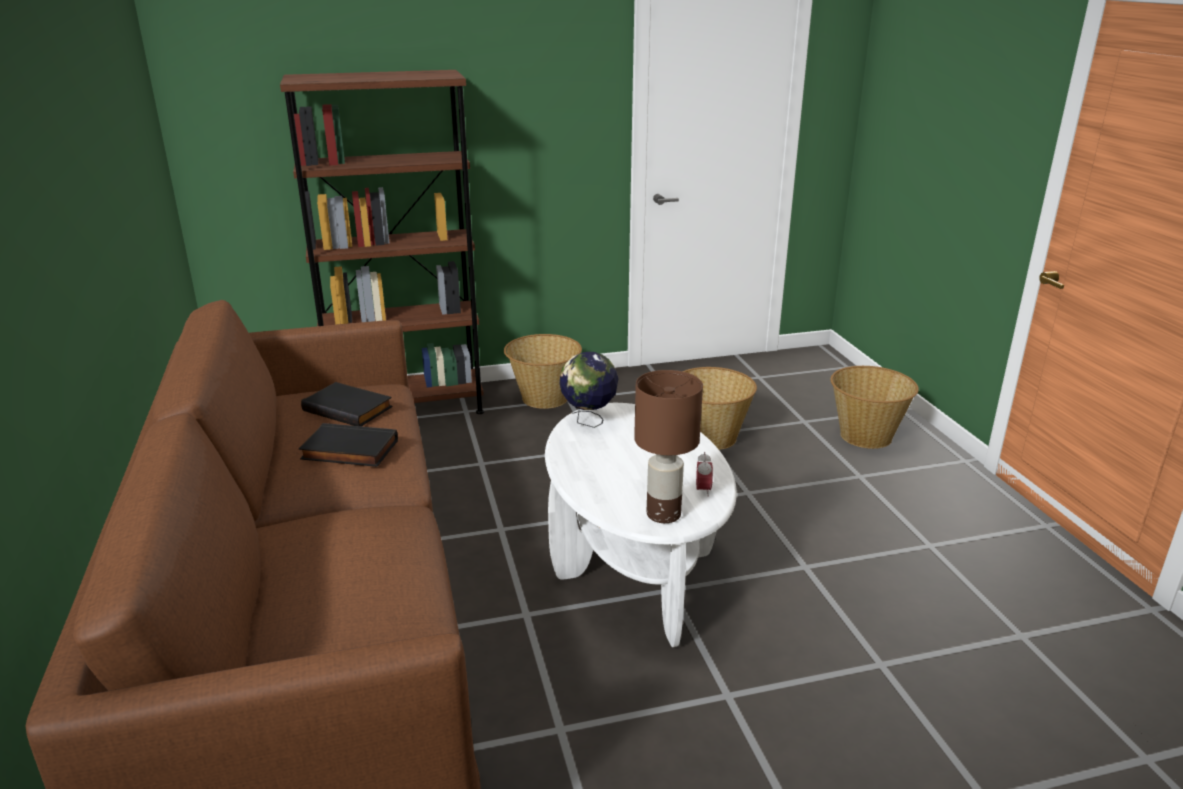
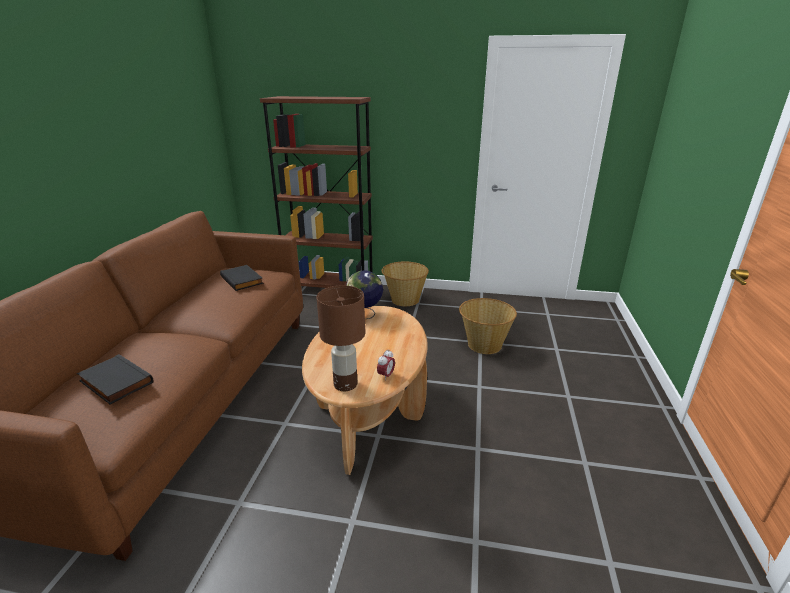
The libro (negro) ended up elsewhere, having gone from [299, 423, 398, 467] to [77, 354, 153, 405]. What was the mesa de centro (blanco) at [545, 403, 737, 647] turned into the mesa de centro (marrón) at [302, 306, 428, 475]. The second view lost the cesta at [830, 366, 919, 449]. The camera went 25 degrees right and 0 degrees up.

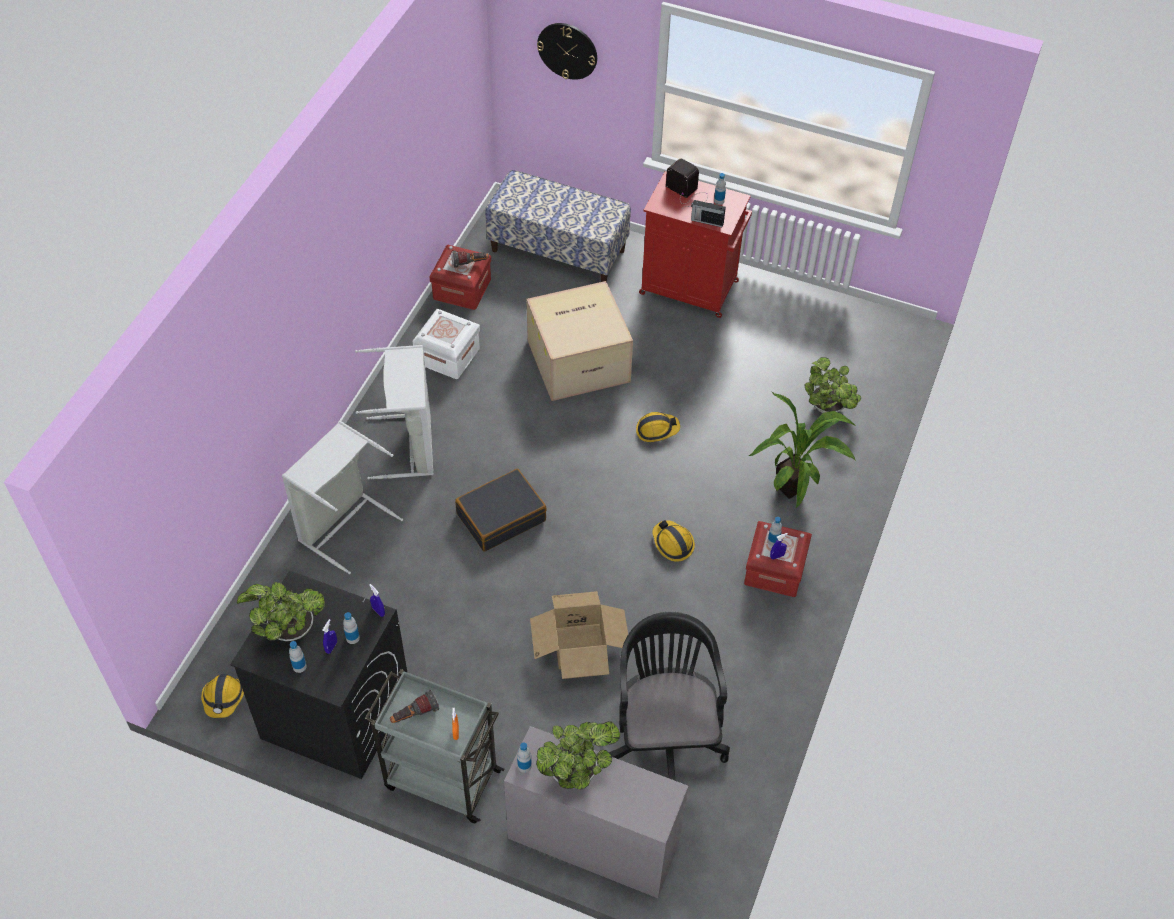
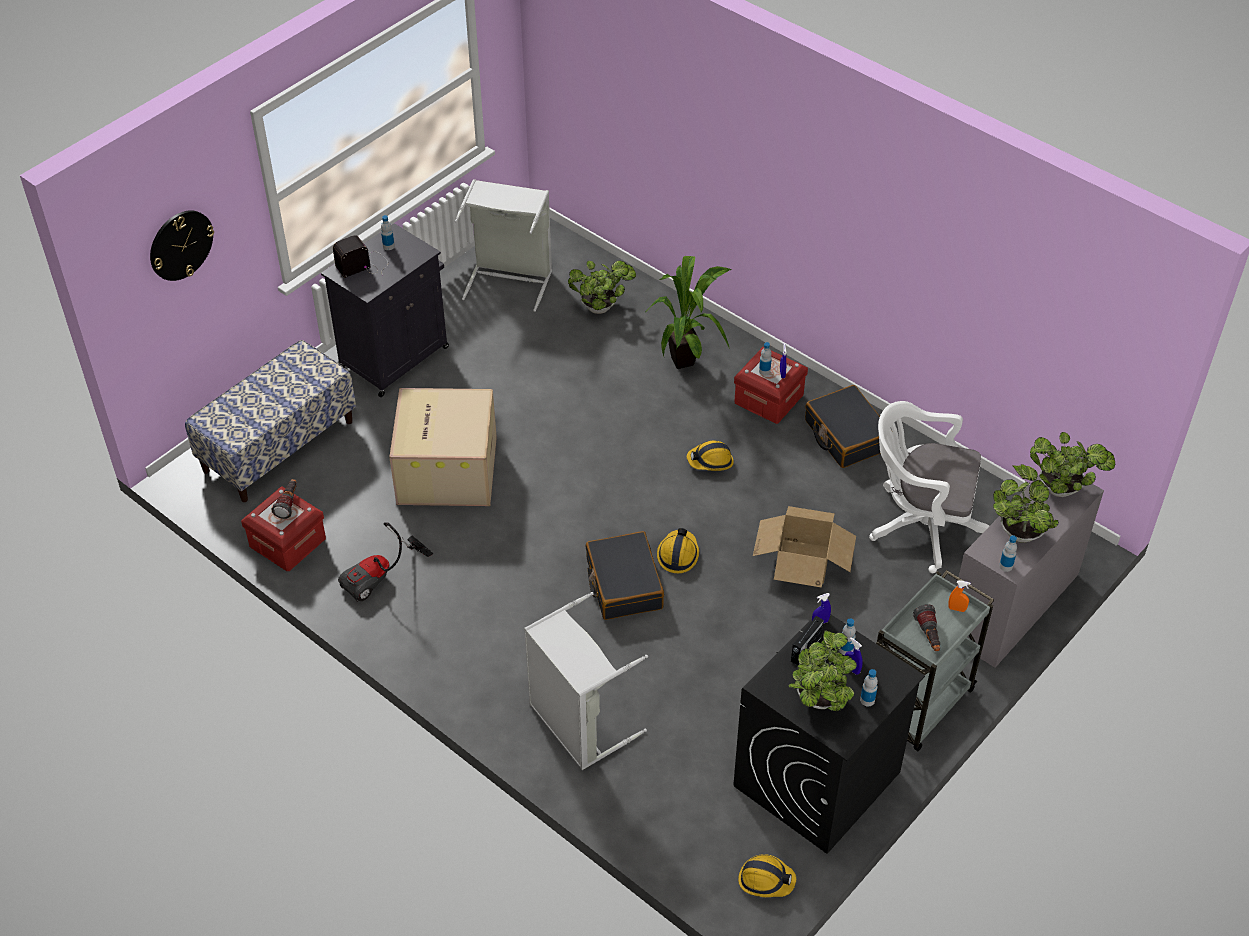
The cesto de la ropa (gris) ended up elsewhere, having gone from [355, 345, 433, 479] to [455, 179, 552, 312]. Where the caja de almacenaje (blanco) stood at [413, 309, 480, 379], the aspiradora came to stand at [338, 522, 433, 602]. What was the silla de oficina (negro) at [609, 612, 730, 780] turned into the silla de oficina (blanco) at [869, 401, 989, 573]. The casco ended up elsewhere, having gone from [636, 412, 680, 442] to [657, 528, 699, 573]. What was the armario (rojo) at [639, 171, 752, 318] turned into the armario (negro) at [321, 223, 449, 397]. The radio ended up elsewhere, having gone from [691, 200, 726, 227] to [791, 616, 824, 665]. The second view gained the maleta (negro) at [805, 385, 881, 468]. The second view gained the planta en maceta at [1030, 432, 1115, 497]. The camera went 70 degrees left and 5 degrees down.

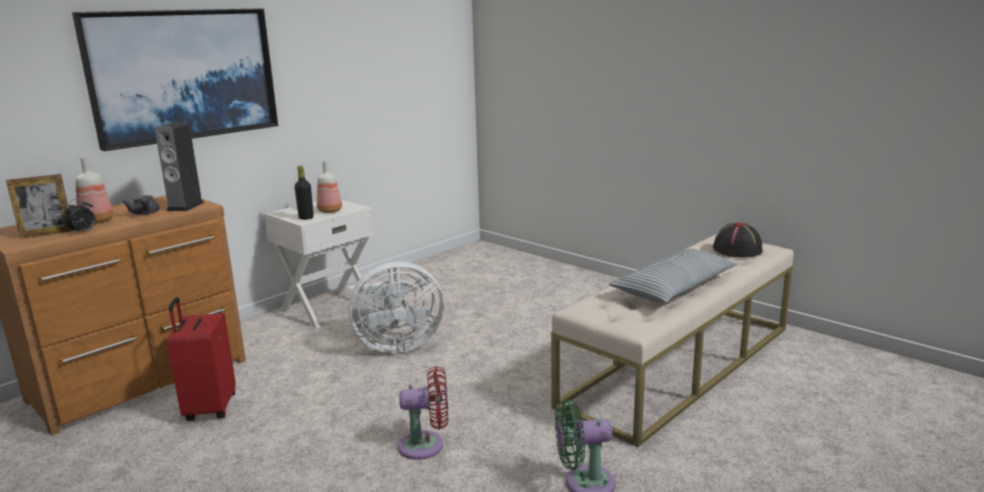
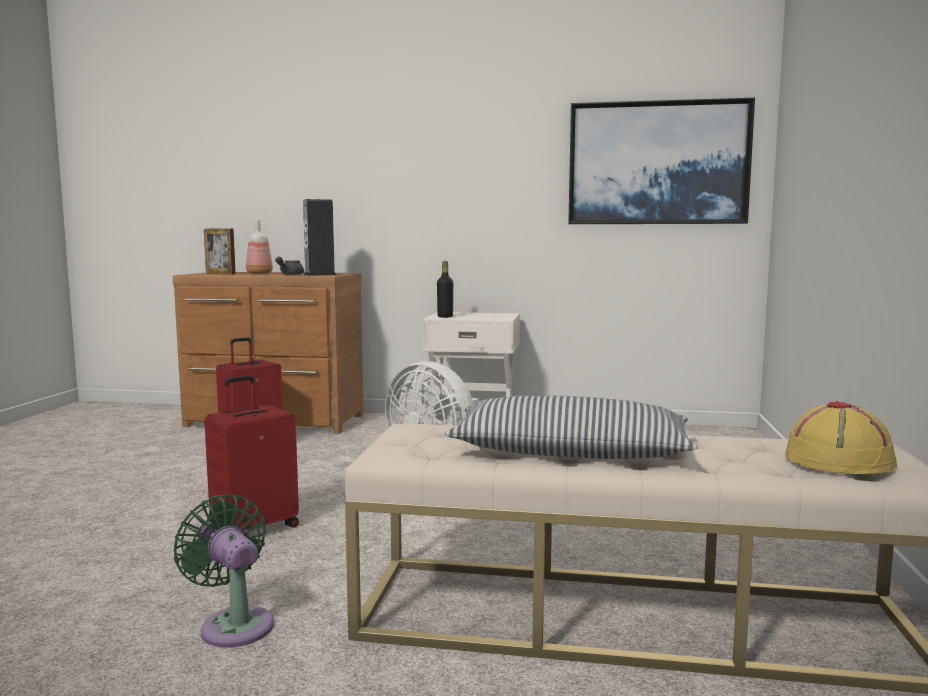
The second view lost the despertador at [64, 198, 96, 235]. The cuadro ended up elsewhere, having gone from [72, 8, 278, 151] to [568, 97, 755, 224]. The second view lost the botella at [317, 161, 342, 213]. Where the ventilador (rojo) stood at [398, 366, 448, 460], the maleta (rojo) came to stand at [204, 375, 299, 537]. What was the sombrero (negro) at [713, 222, 763, 258] turned into the sombrero (amarillo) at [785, 401, 897, 474]. The camera went 55 degrees right and 10 degrees down.

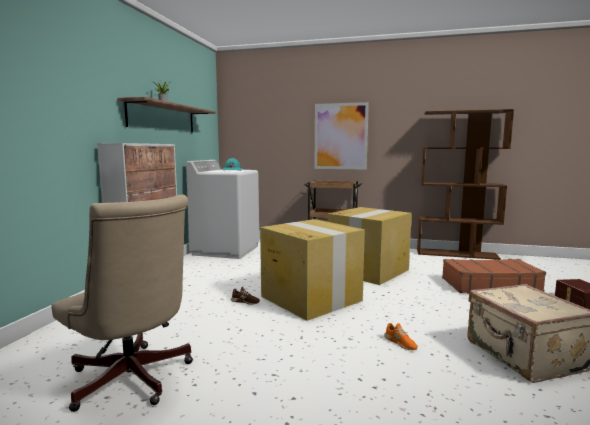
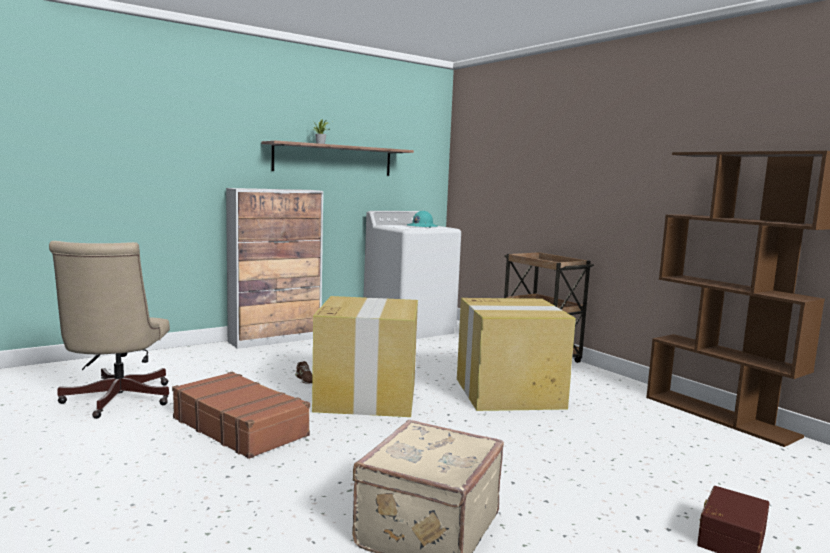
The second view lost the cuadro at [314, 102, 369, 170]. The second view lost the zapato (naranja) at [384, 323, 418, 350]. The maleta (marrón) ended up elsewhere, having gone from [442, 259, 546, 294] to [172, 372, 310, 459]. The camera went 40 degrees right and 0 degrees up.

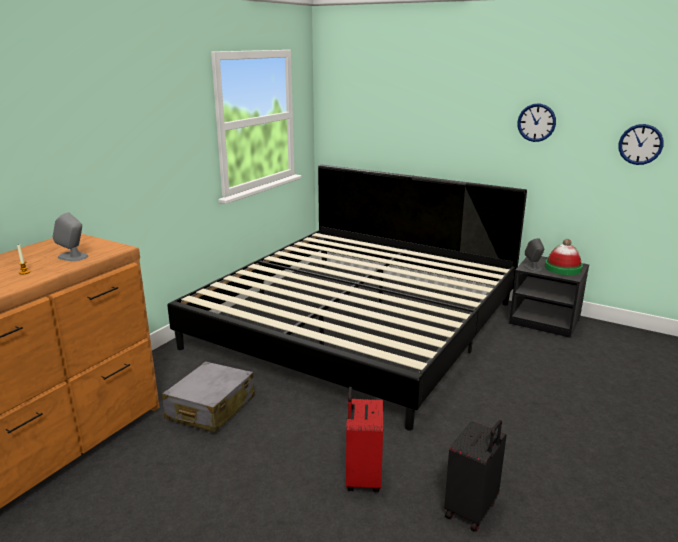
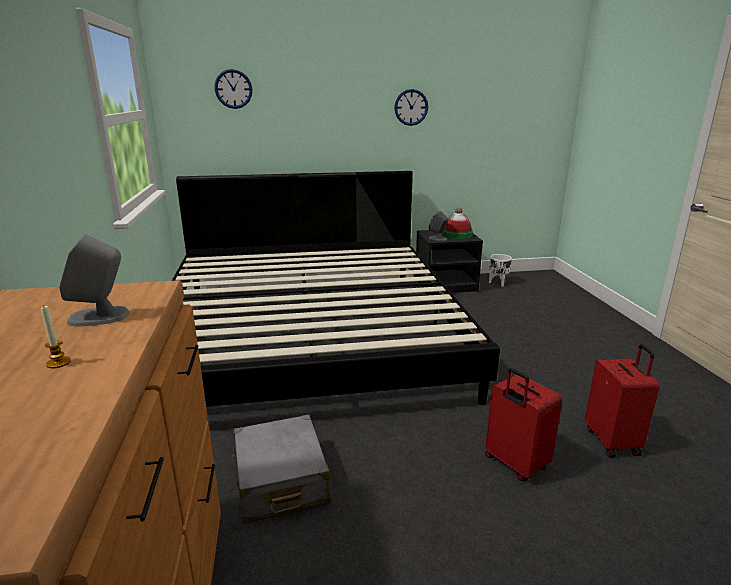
What was the maleta (negro) at [444, 420, 507, 532] turned into the maleta (rojo) at [585, 344, 659, 458]. The reloj de pared ended up elsewhere, having gone from [619, 124, 664, 165] to [215, 69, 252, 109]. The second view gained the maceta (blanco) at [489, 254, 512, 287]. The camera went 40 degrees left and 0 degrees up.

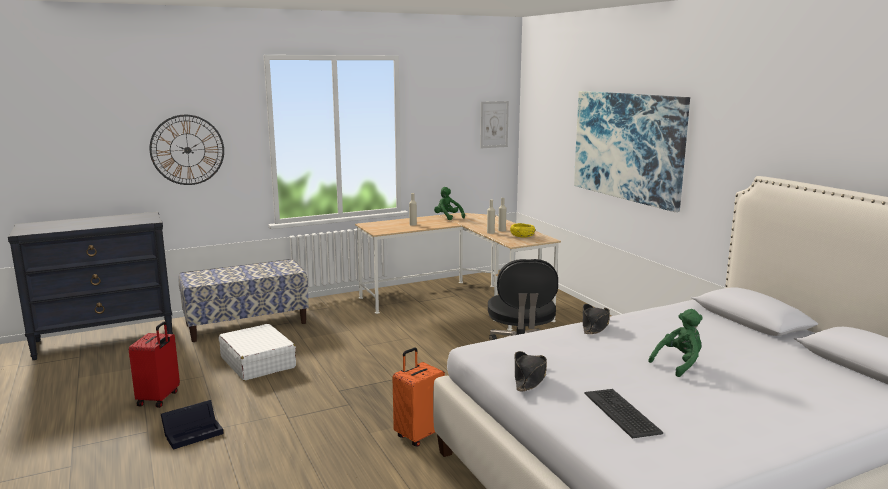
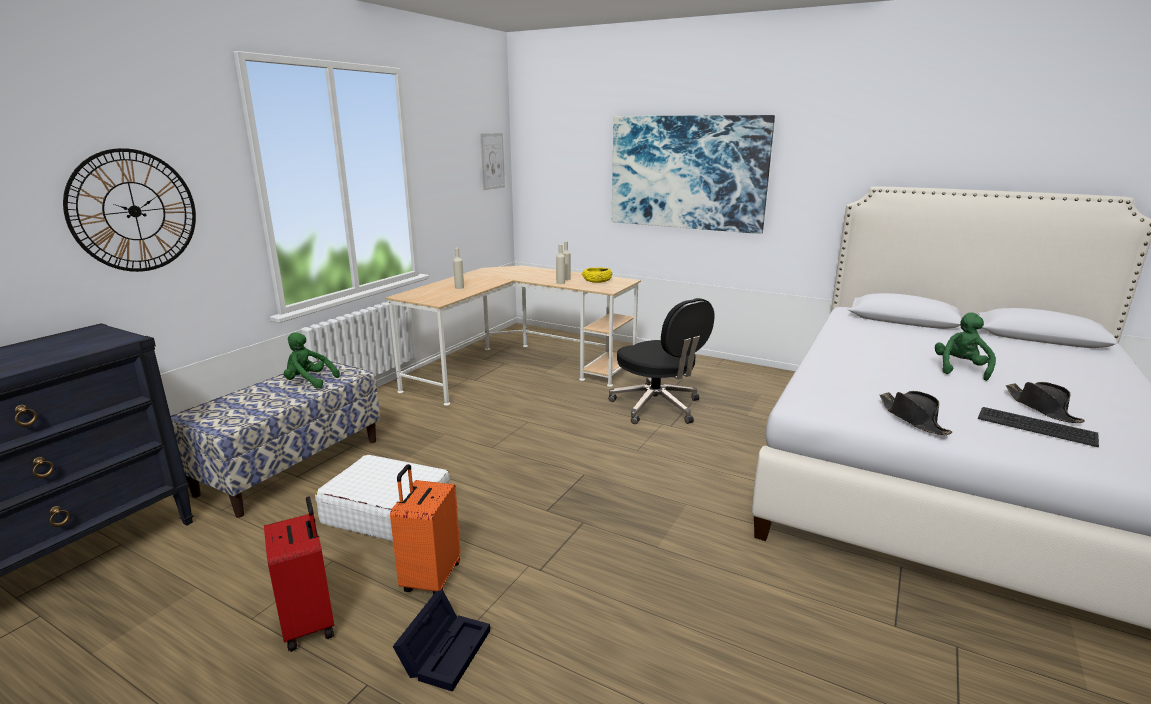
The maleta (naranja) ended up elsewhere, having gone from [392, 348, 445, 447] to [390, 464, 460, 595]. The peluche (verde) ended up elsewhere, having gone from [434, 187, 465, 220] to [284, 333, 340, 388]. The sombrero (negro) ended up elsewhere, having gone from [583, 304, 610, 334] to [1006, 382, 1085, 423]. The camera went 35 degrees left and 5 degrees up.

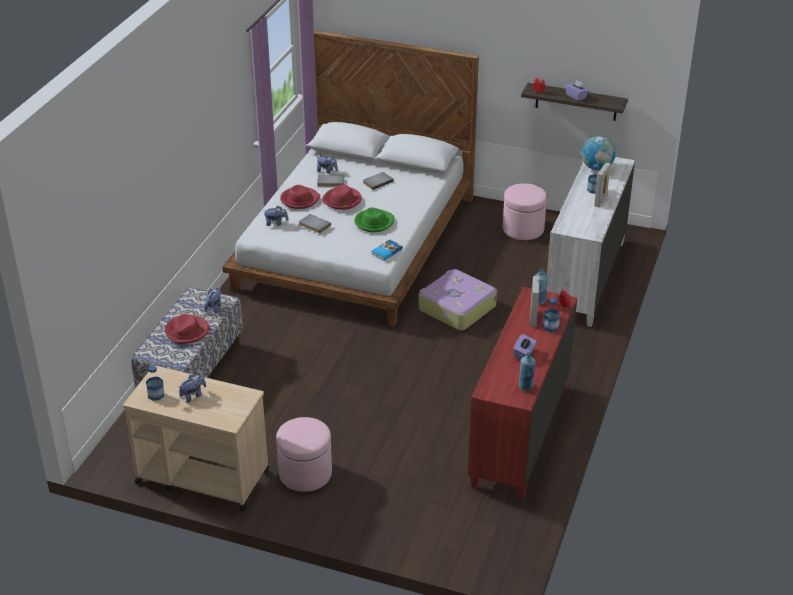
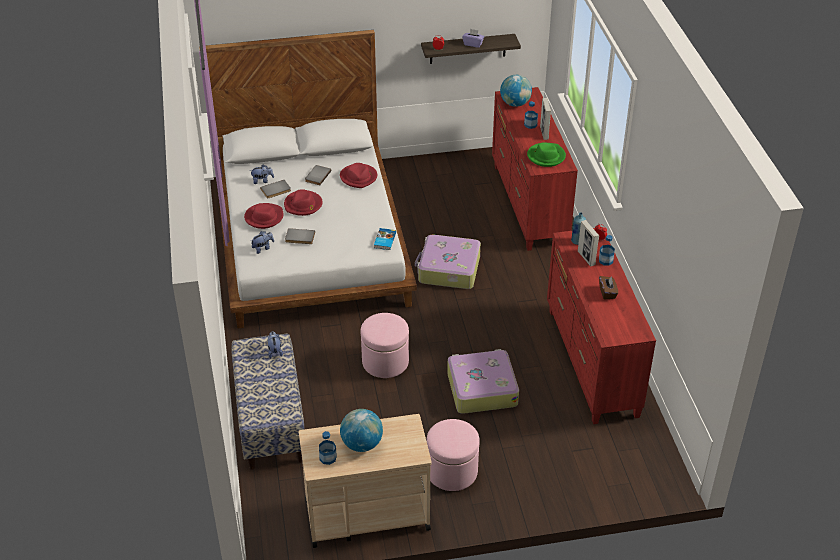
The sombrero (rojo) ended up elsewhere, having gone from [165, 314, 209, 344] to [340, 163, 377, 188]. Where the peluche stood at [179, 375, 206, 403], the globo terráqueo came to stand at [340, 409, 383, 452]. The sombrero (verde) ended up elsewhere, having gone from [354, 207, 394, 232] to [527, 142, 566, 167]. The puf (rosa) ended up elsewhere, having gone from [503, 183, 547, 240] to [361, 313, 409, 378]. What was the caja de pañuelos (morado) at [513, 334, 537, 360] turned into the caja de pañuelos (marrón) at [599, 275, 618, 299]. The second view lost the botella (azul) at [519, 352, 535, 391]. What was the cómoda (blanco) at [547, 157, 635, 327] turned into the cómoda (rojo) at [492, 87, 578, 251]. The second view gained the maleta at [447, 349, 519, 414]. The camera went 30 degrees left and 5 degrees up.

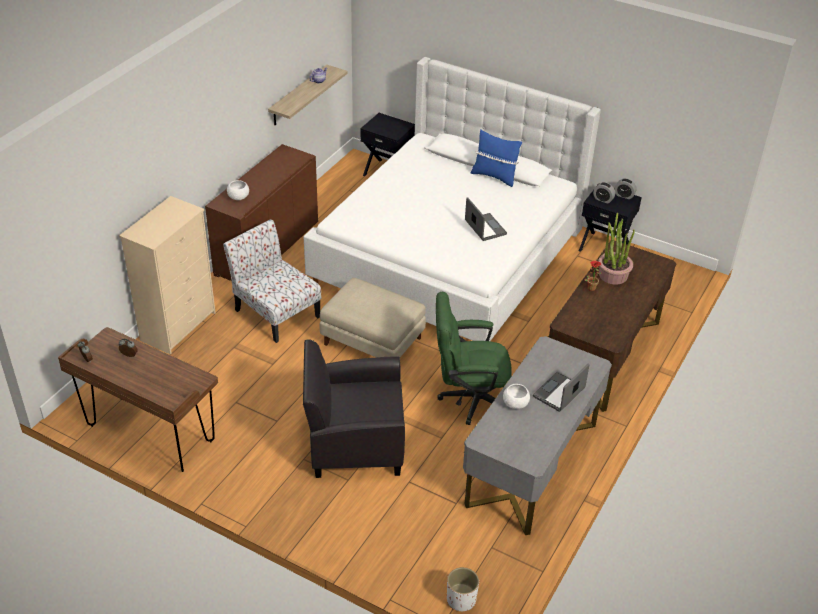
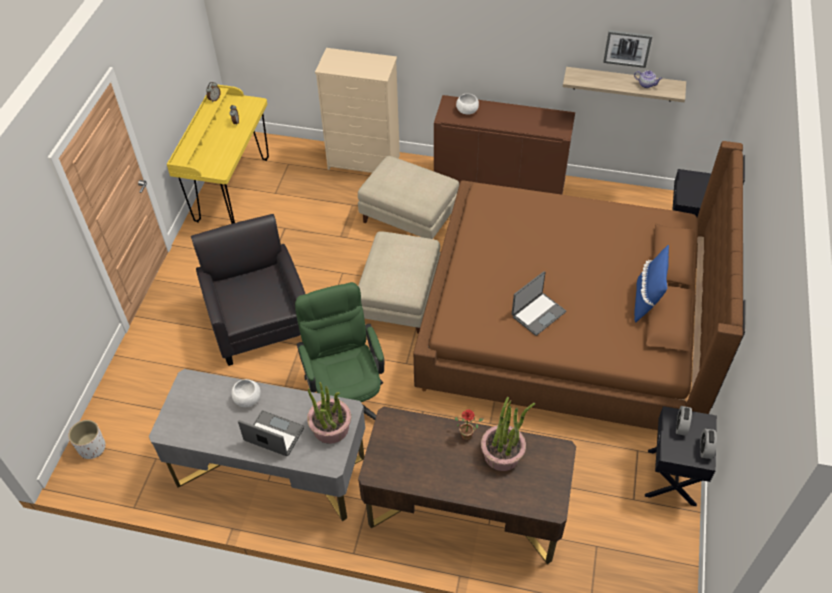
What was the escritorio (marrón) at [58, 327, 218, 472] turned into the escritorio (amarillo) at [167, 84, 269, 224]. Where the silla stood at [223, 219, 321, 343], the puf (beis) came to stand at [358, 156, 459, 239]. What was the cama (blanco) at [304, 57, 601, 341] turned into the cama (marrón) at [413, 141, 745, 430]. The second view gained the planta en maceta at [307, 382, 351, 444]. The second view gained the cuadro at [603, 30, 652, 68]. The camera went 75 degrees right and 10 degrees up.

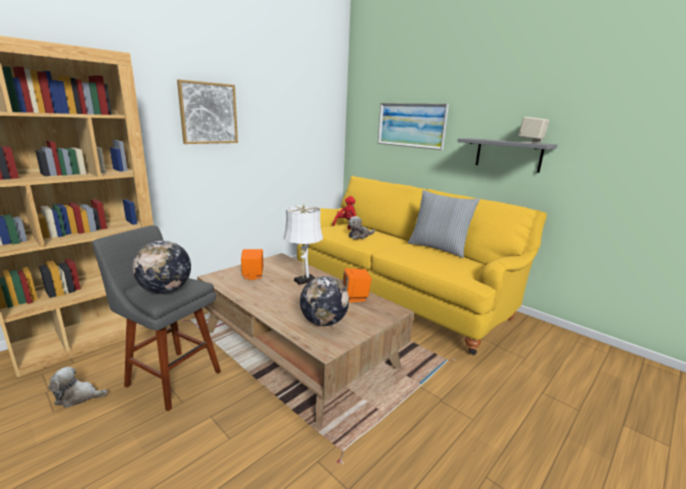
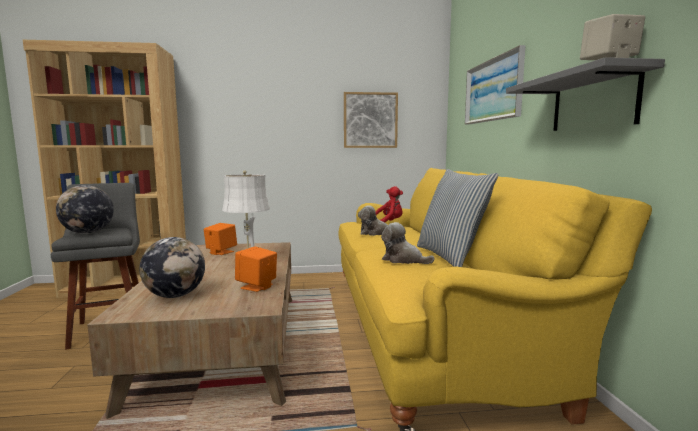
The peluche ended up elsewhere, having gone from [49, 367, 107, 408] to [381, 222, 435, 264]. The cuadro ended up elsewhere, having gone from [177, 79, 238, 144] to [344, 92, 398, 148]. The camera went 40 degrees right and 10 degrees down.

